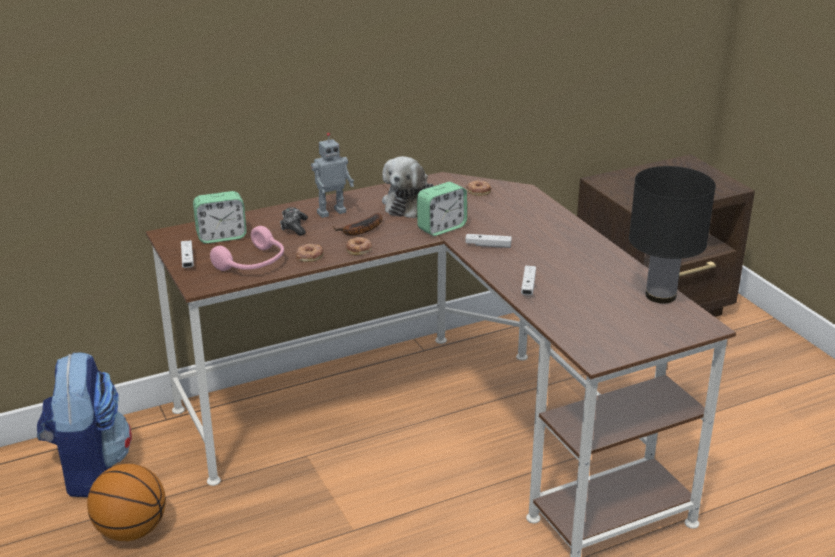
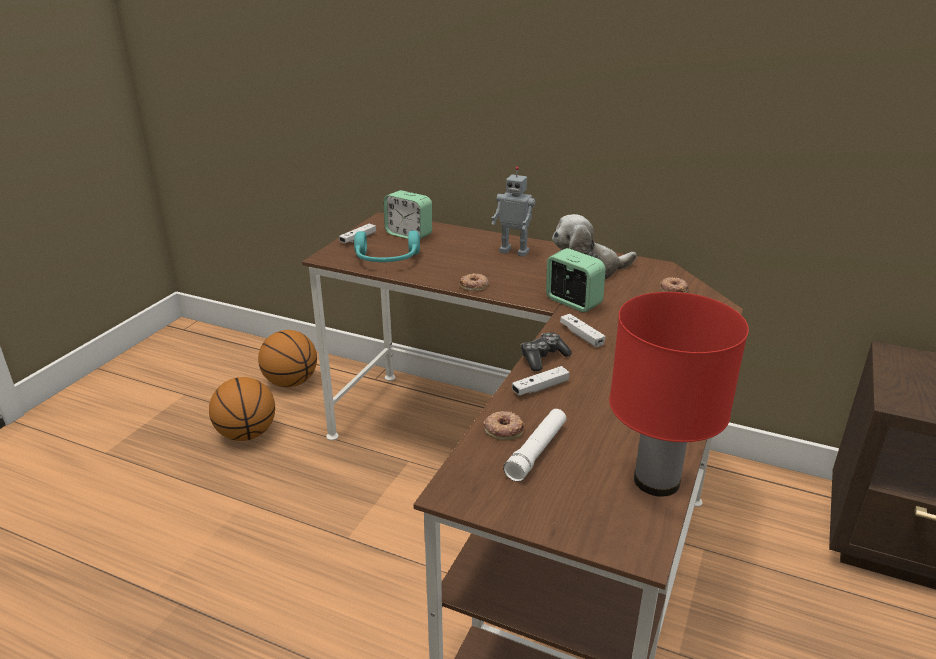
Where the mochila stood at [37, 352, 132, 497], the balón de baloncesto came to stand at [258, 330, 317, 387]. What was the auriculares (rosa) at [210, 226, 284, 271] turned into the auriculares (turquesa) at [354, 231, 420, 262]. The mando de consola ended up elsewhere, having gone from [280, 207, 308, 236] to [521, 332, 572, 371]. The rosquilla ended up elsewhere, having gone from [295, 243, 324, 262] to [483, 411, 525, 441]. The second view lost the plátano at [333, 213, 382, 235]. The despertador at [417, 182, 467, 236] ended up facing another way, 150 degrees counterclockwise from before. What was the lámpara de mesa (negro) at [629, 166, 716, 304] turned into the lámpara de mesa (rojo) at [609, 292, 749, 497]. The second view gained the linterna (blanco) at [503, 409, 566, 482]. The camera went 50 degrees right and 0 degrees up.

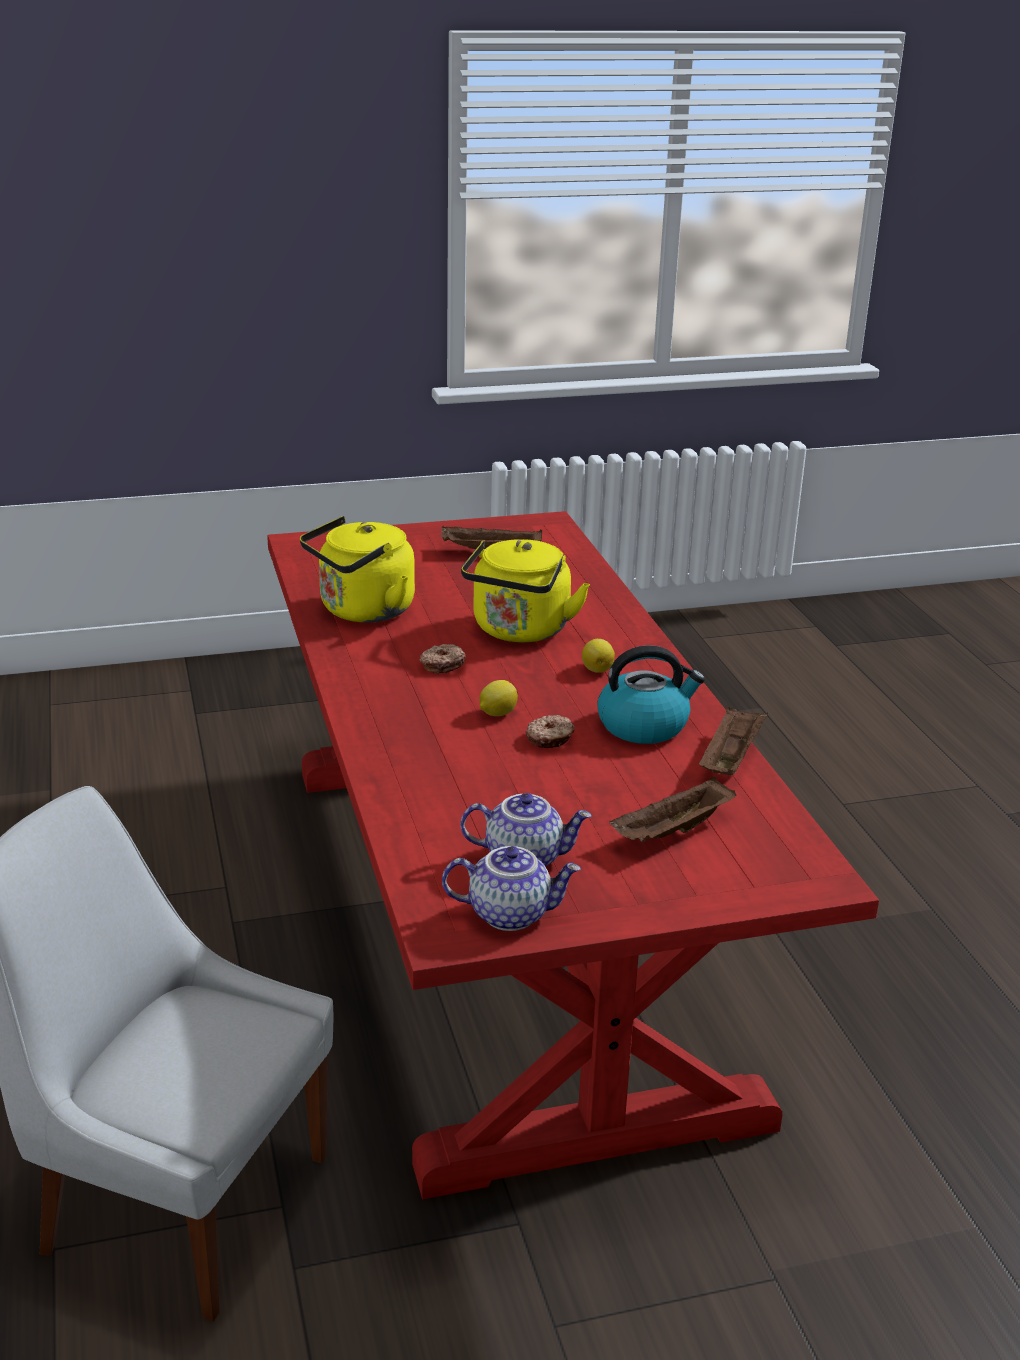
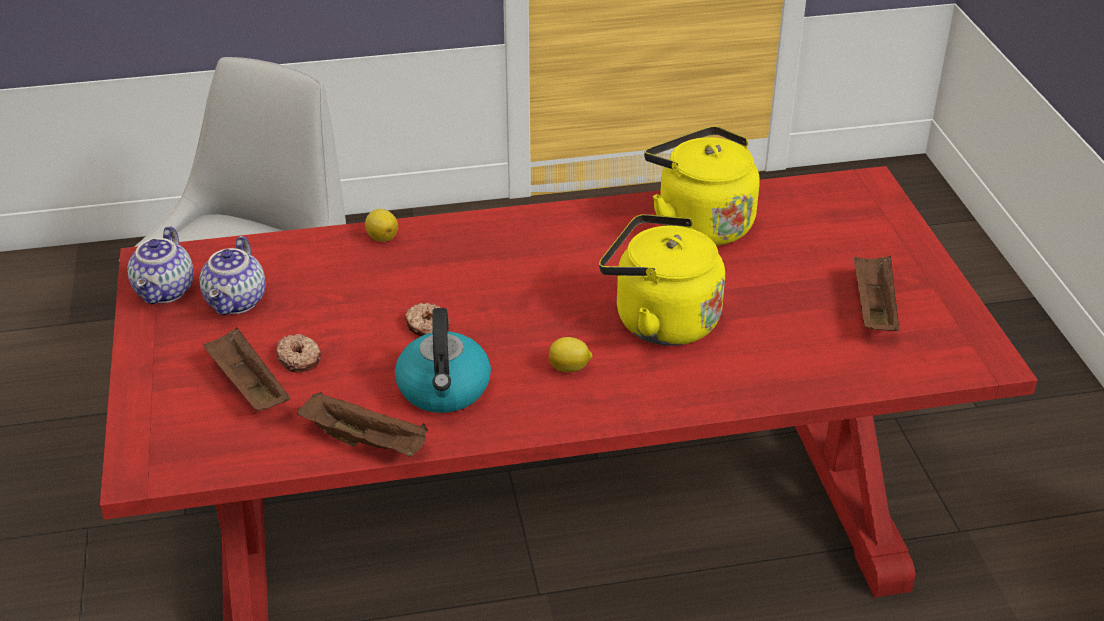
The rosquilla ended up elsewhere, having gone from [420, 644, 465, 674] to [276, 334, 322, 372]. The limón ended up elsewhere, having gone from [479, 680, 518, 716] to [365, 209, 398, 242]. The camera went 95 degrees right and 10 degrees up.

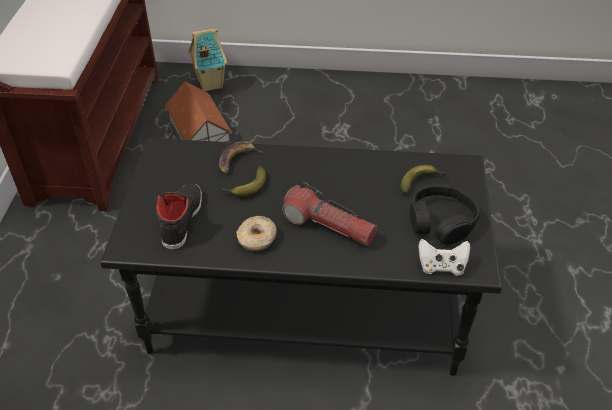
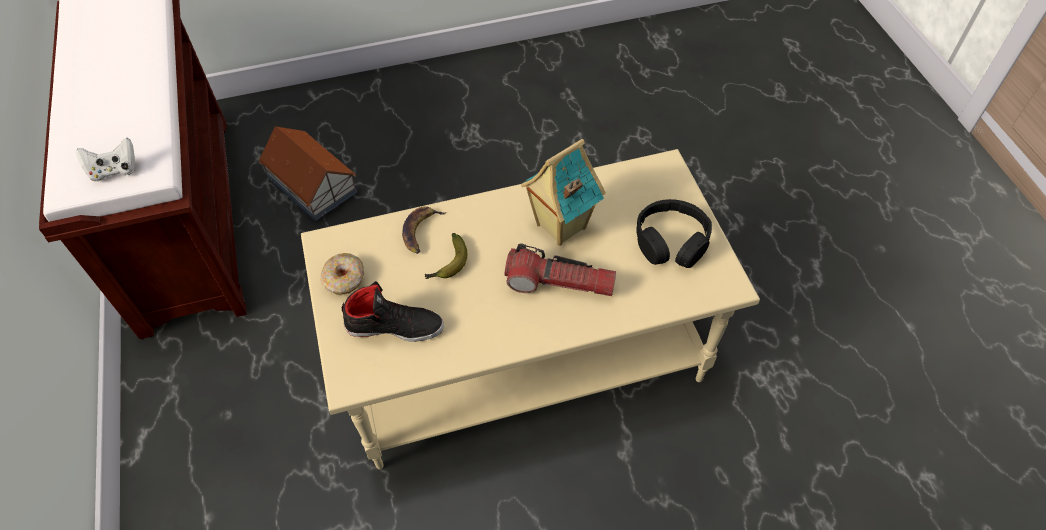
What was the mesa de centro (negro) at [101, 138, 502, 376] turned into the mesa de centro (beis) at [301, 149, 760, 469]. The zapato (negro) at [154, 183, 202, 250] ended up facing another way, 105 degrees clockwise from before. The casita ended up elsewhere, having gone from [188, 28, 227, 91] to [521, 139, 606, 246]. The rosquilla ended up elsewhere, having gone from [236, 216, 277, 251] to [320, 253, 364, 295]. The second view lost the plátano at [401, 165, 446, 194]. The mando de consola (blanco) ended up elsewhere, having gone from [418, 239, 470, 275] to [76, 138, 135, 182]. The camera went 20 degrees left and 10 degrees up.

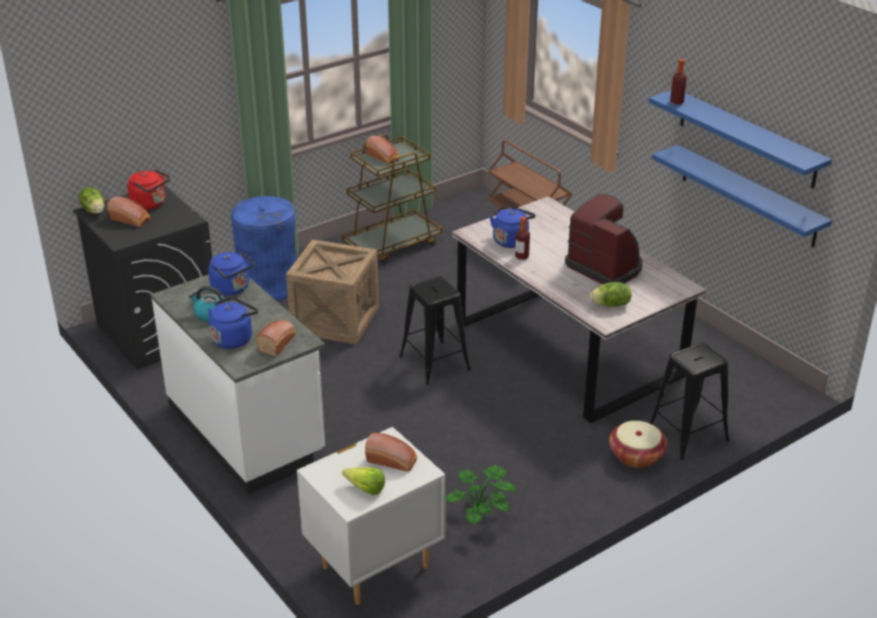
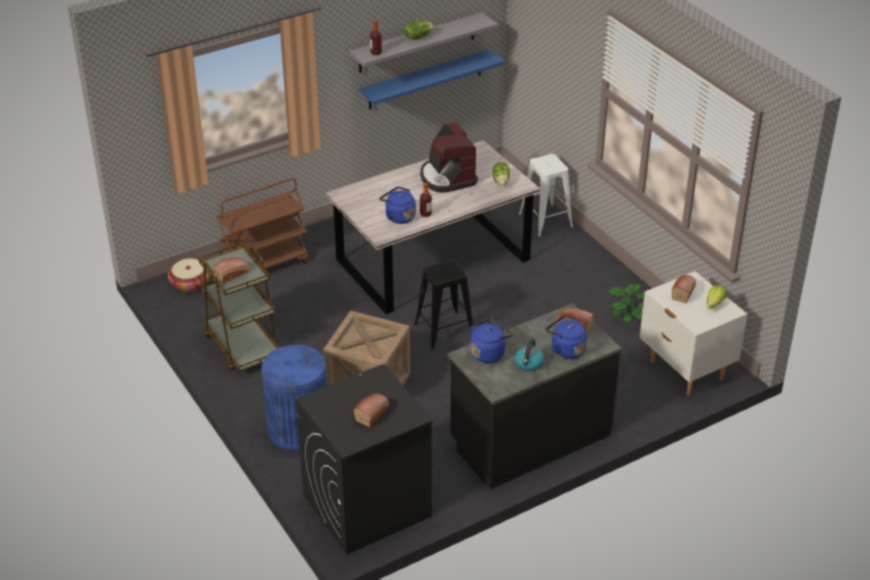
The lechuga ended up elsewhere, having gone from [79, 187, 105, 214] to [404, 20, 434, 40]. The second view lost the hervidor (rojo) at [127, 169, 170, 210]. What was the mueble bajo de cocina (blanco) at [151, 274, 325, 494] turned into the mueble bajo de cocina (negro) at [447, 303, 621, 490]. The cafetera at [565, 194, 642, 284] ended up facing another way, 75 degrees counterclockwise from before. The cesta ended up elsewhere, having gone from [609, 421, 667, 468] to [168, 258, 210, 293]. What was the estante (azul) at [648, 90, 832, 189] turned into the estante (gris) at [349, 12, 498, 73]. What was the taburete (negro) at [650, 343, 729, 460] turned into the taburete (blanco) at [519, 154, 573, 236]. The camera went 85 degrees left and 5 degrees up.

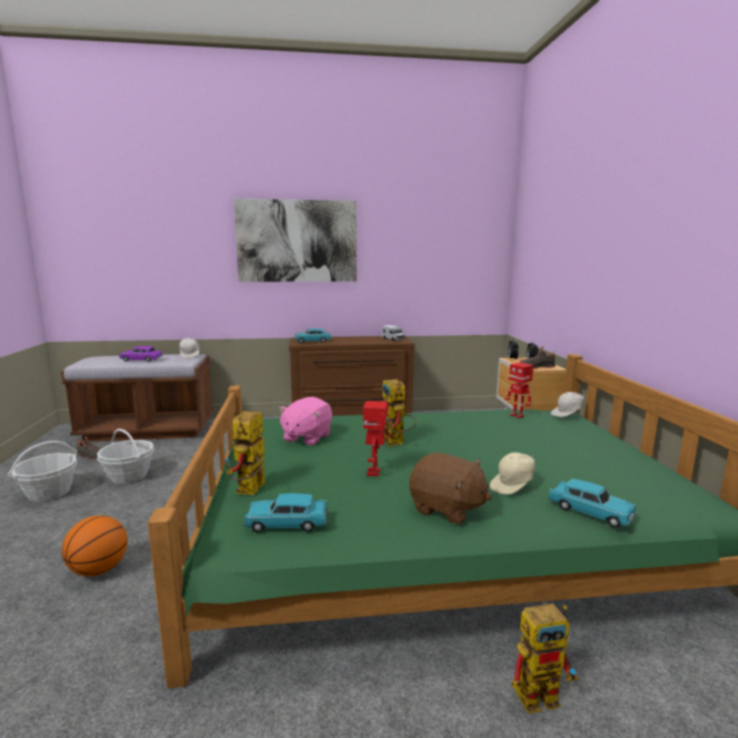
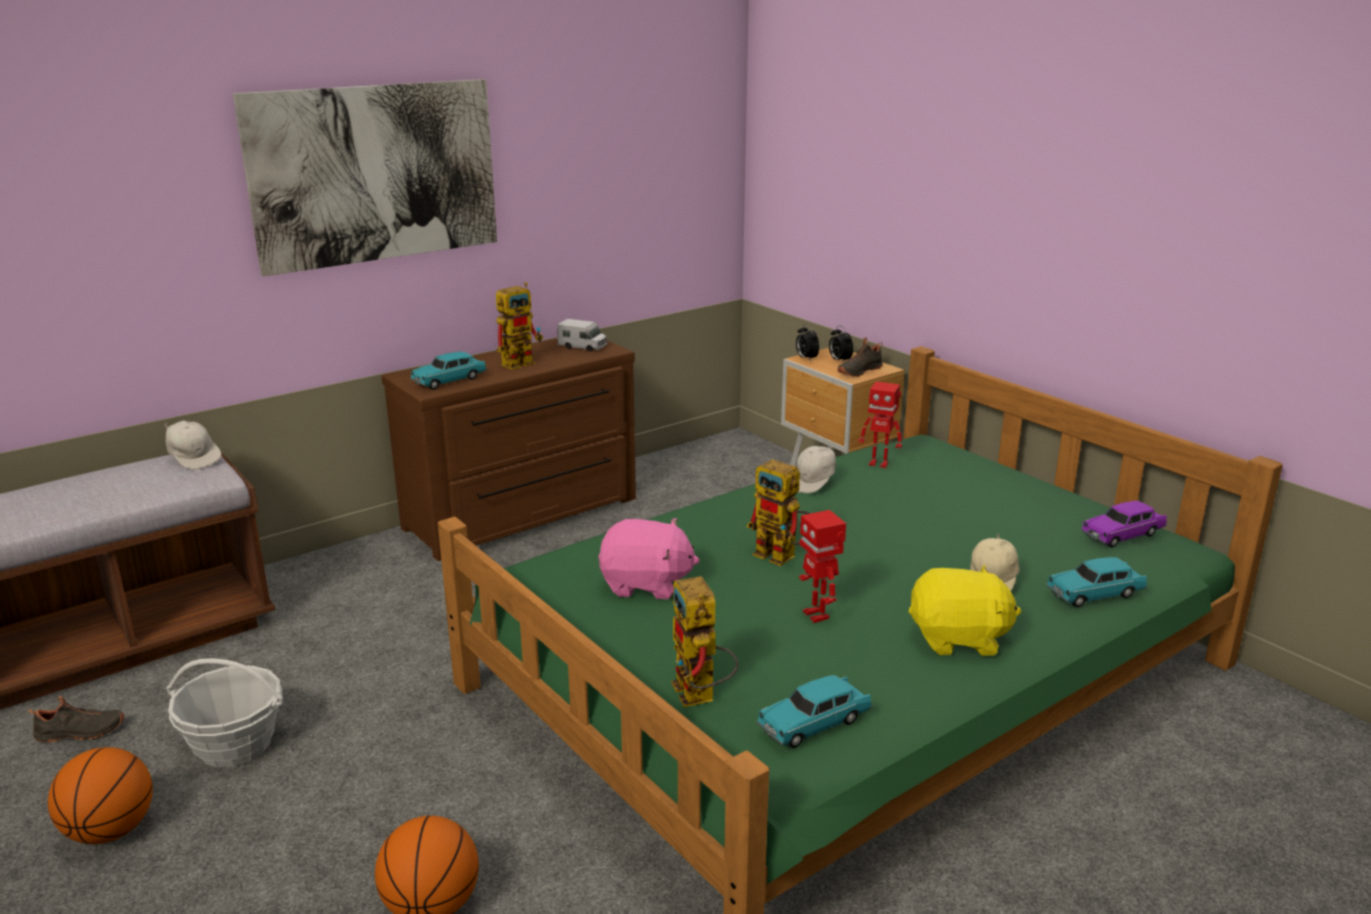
Where the cesta stood at [8, 441, 77, 502], the balón de baloncesto came to stand at [48, 747, 153, 844]. The coche de juguete (morado) ended up elsewhere, having gone from [119, 346, 163, 362] to [1081, 501, 1167, 548]. The peluche (rosa) at [278, 397, 332, 446] ended up facing another way, 75 degrees counterclockwise from before. What was the peluche (marrón) at [409, 453, 492, 525] turned into the peluche (amarillo) at [908, 565, 1021, 656]. The robot de juguete ended up elsewhere, having gone from [511, 603, 578, 714] to [496, 282, 543, 370]. The coche de juguete (turquesa) at [547, 479, 637, 528] ended up facing another way, 150 degrees clockwise from before. The gorra (blanco) ended up elsewhere, having gone from [551, 392, 585, 417] to [797, 444, 836, 493]. The camera went 30 degrees left and 10 degrees up.

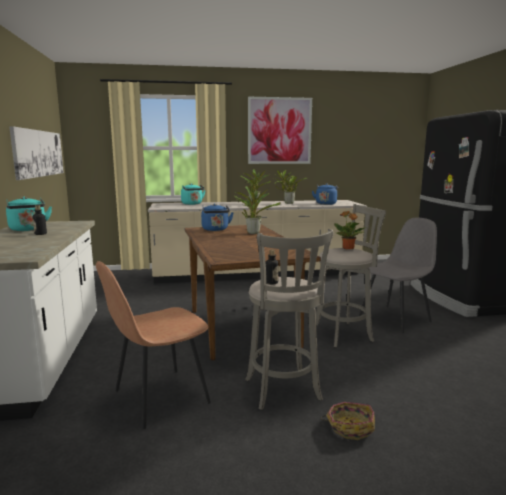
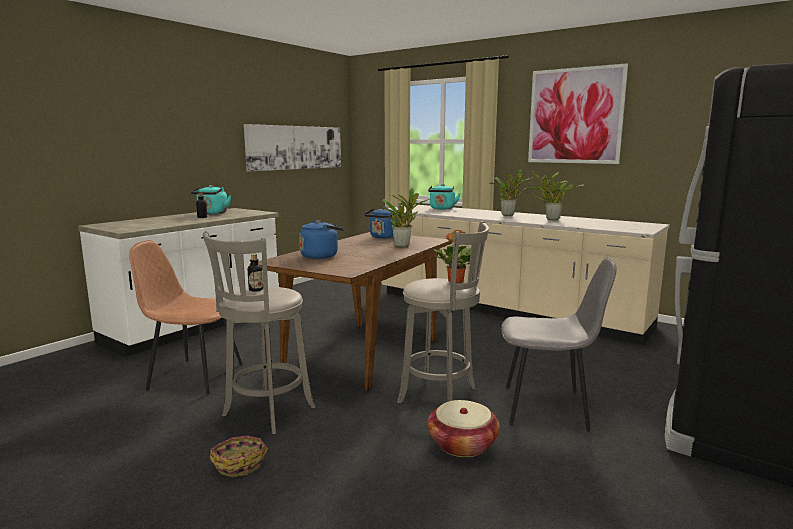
The hervidor (azul) ended up elsewhere, having gone from [312, 184, 338, 205] to [299, 220, 344, 259]. The second view gained the cesta at [427, 400, 500, 457]. The camera went 45 degrees right and 0 degrees up.

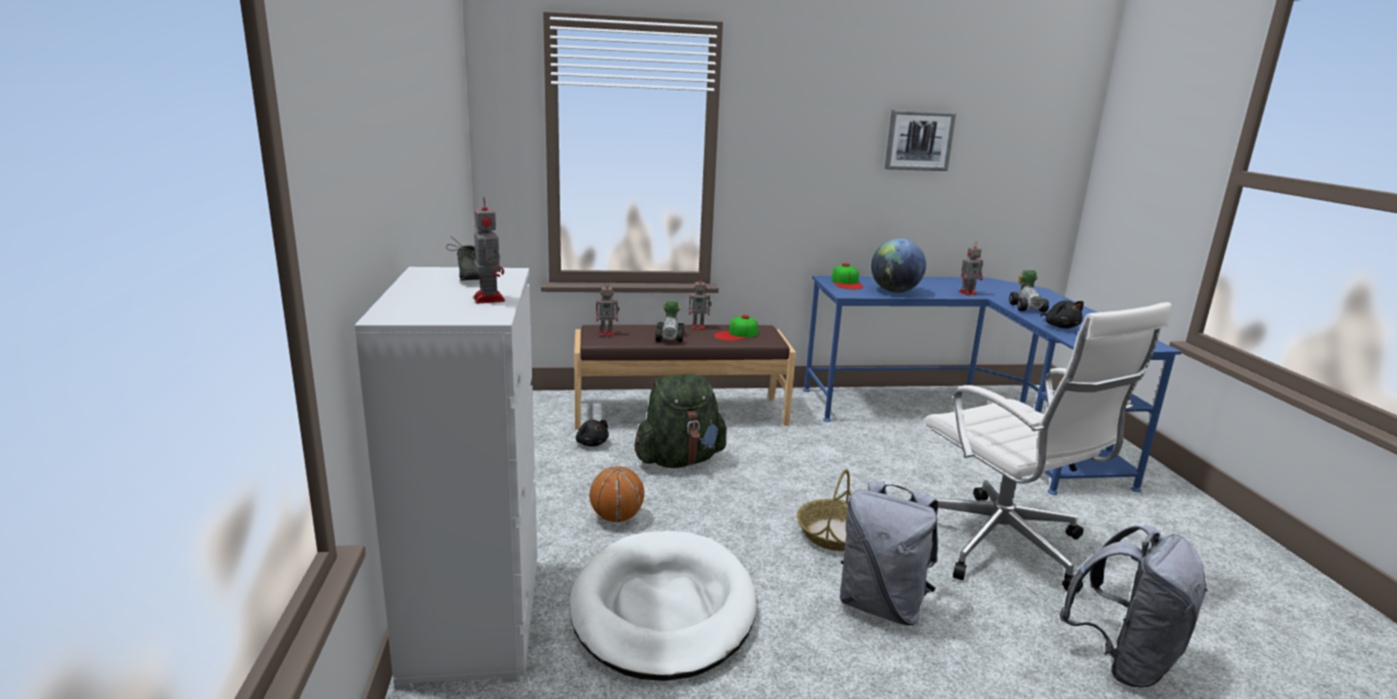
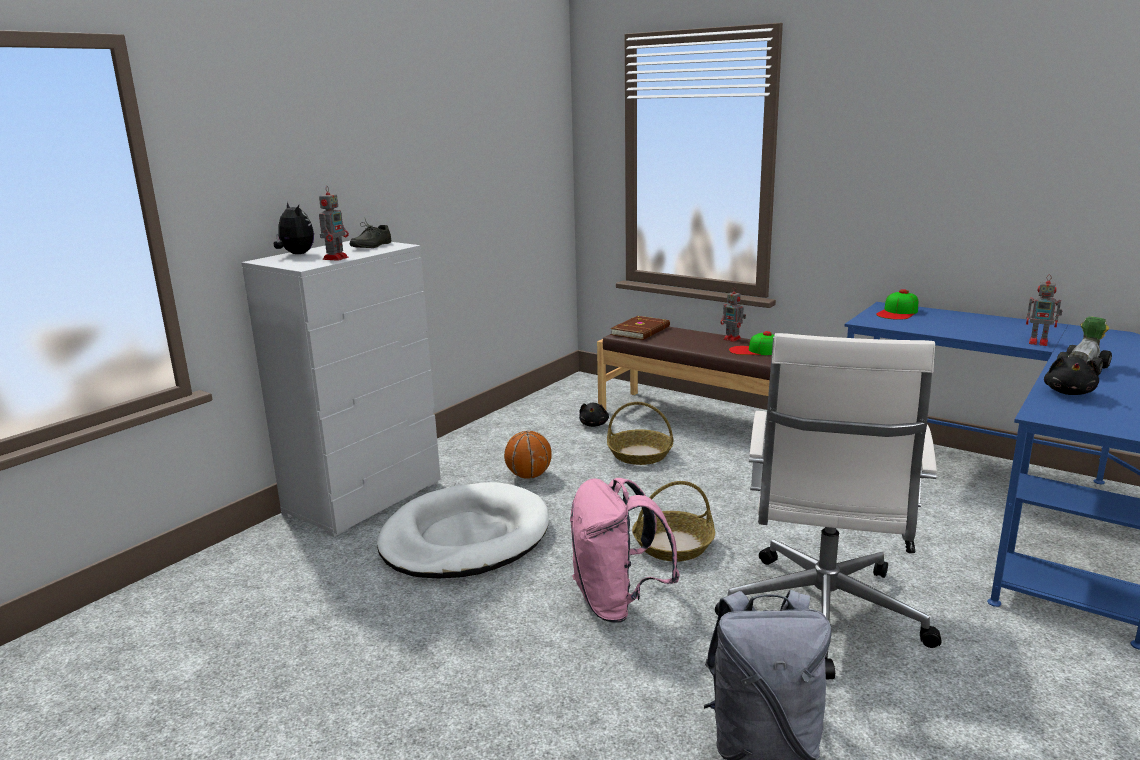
Where the robot de juguete stood at [596, 281, 619, 336], the libro (marrón) came to stand at [611, 316, 670, 340]. Where the mochila (verde) stood at [634, 374, 727, 468], the cesta came to stand at [607, 402, 674, 465]. The second view lost the coche de juguete at [655, 301, 684, 343]. What was the mochila (gris) at [840, 481, 938, 625] turned into the mochila (rosa) at [570, 478, 680, 623]. The second view lost the globo terráqueo at [871, 239, 926, 293]. The second view lost the cuadro at [885, 110, 956, 171]. The second view gained the peluche at [274, 202, 314, 254]. The camera went 45 degrees right and 0 degrees up.

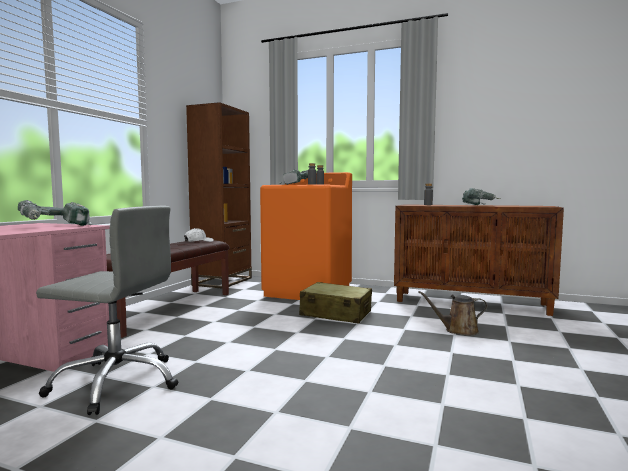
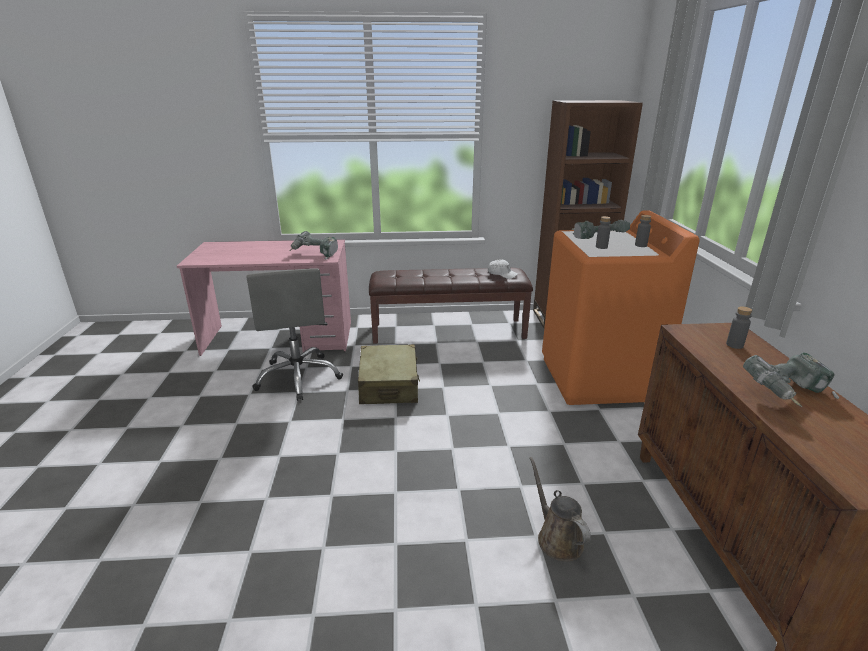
The maleta (beis) ended up elsewhere, having gone from [299, 282, 372, 323] to [358, 344, 420, 404]. The camera went 65 degrees right and 20 degrees up.

